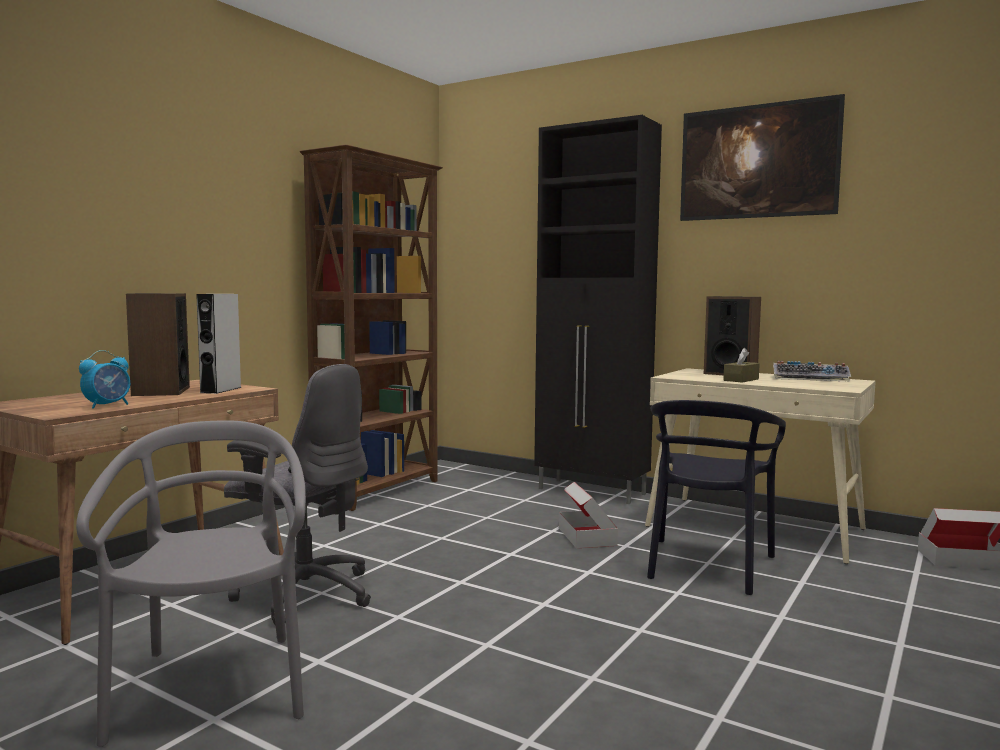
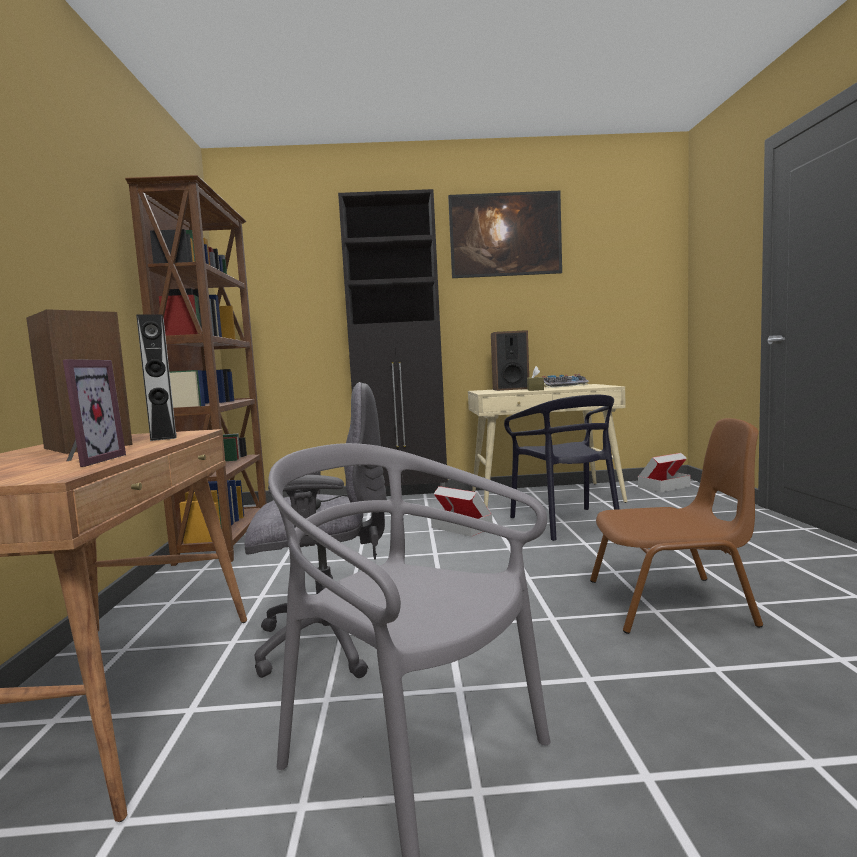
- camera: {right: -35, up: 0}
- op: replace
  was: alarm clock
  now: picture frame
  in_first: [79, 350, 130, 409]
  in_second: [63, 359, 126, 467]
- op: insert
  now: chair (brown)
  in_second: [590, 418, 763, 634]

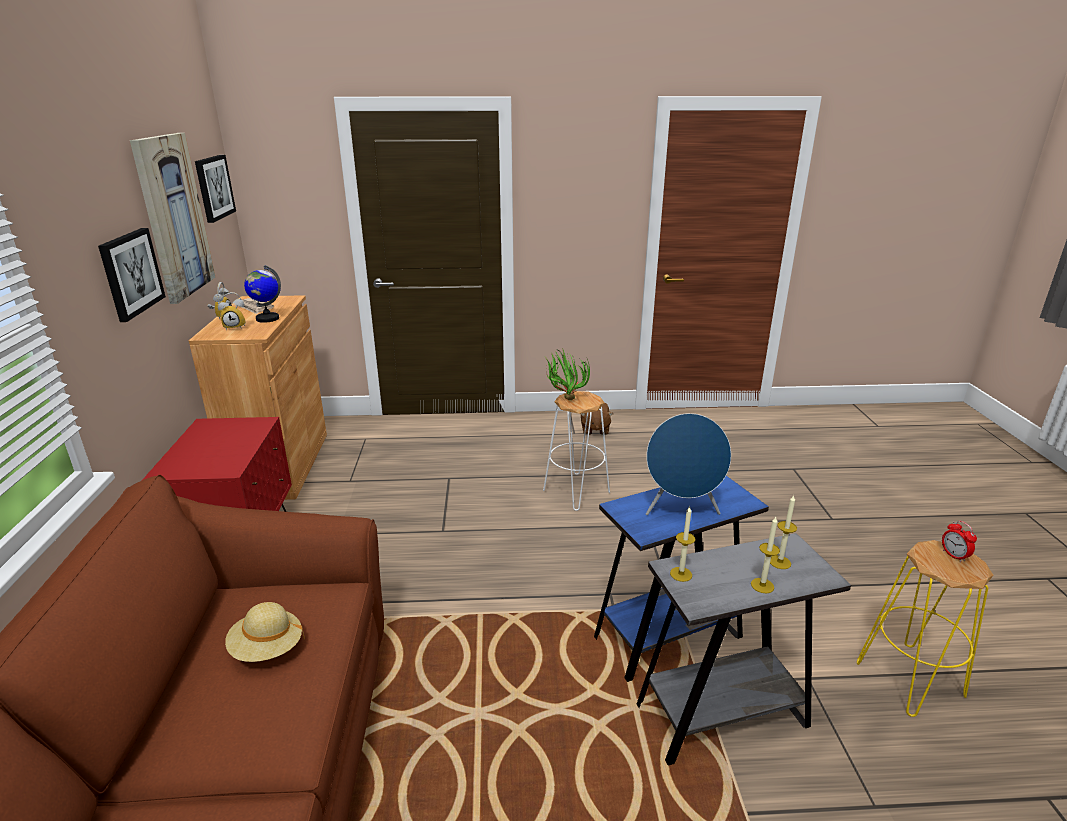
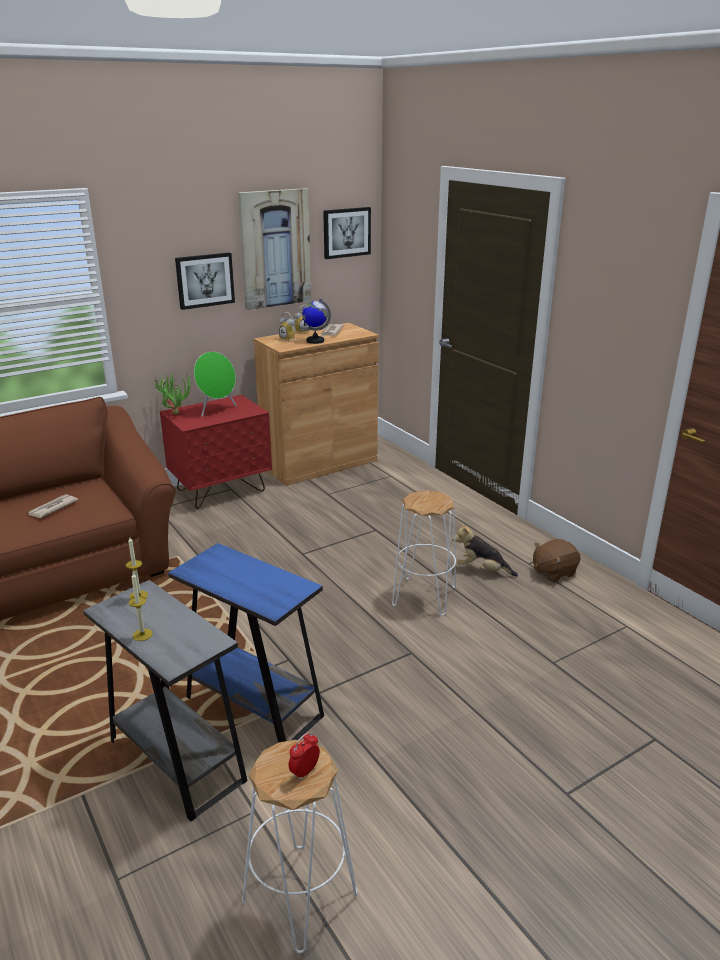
- camera: {right: 60, up: 0}
- op: move
  was: potted plant
  in_first: [545, 348, 590, 400]
  in_second: [153, 373, 192, 415]
- op: delete
  was: speaker (blue)
  in_first: [646, 413, 731, 515]
- op: delete
  was: candle
  in_first: [770, 495, 797, 569]
- op: recolor
  was: stool (yellow)
  now: stool (white)
  in_first: [857, 540, 993, 717]
  in_second: [242, 740, 357, 953]
- op: replace
  was: hat (beige)
  now: newspaper
  in_first: [225, 602, 305, 662]
  in_second: [28, 494, 78, 518]
- op: insert
  now: speaker (green)
  in_second: [194, 352, 237, 417]
- op: insert
  now: plush toy
  in_second: [452, 522, 518, 577]

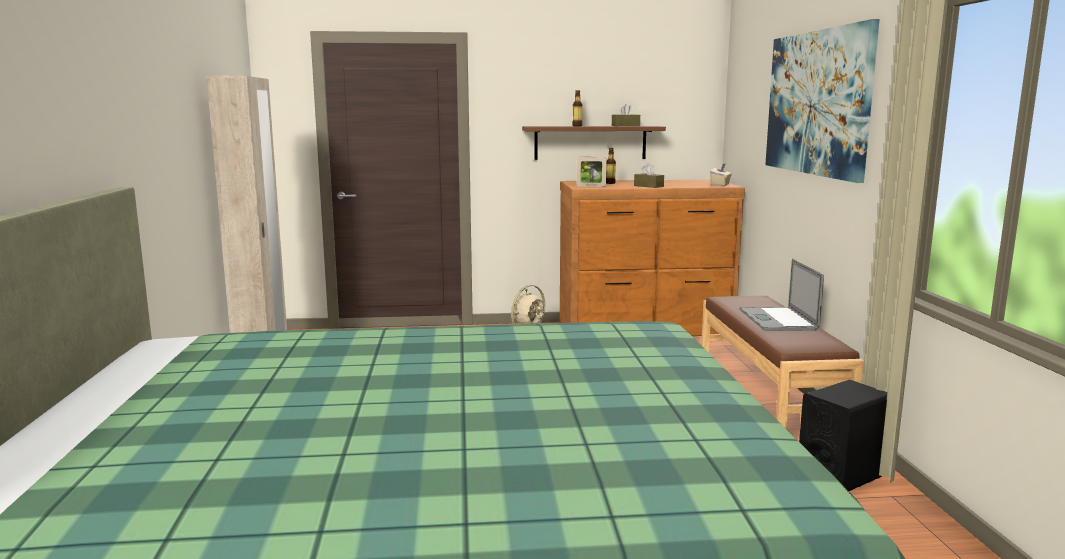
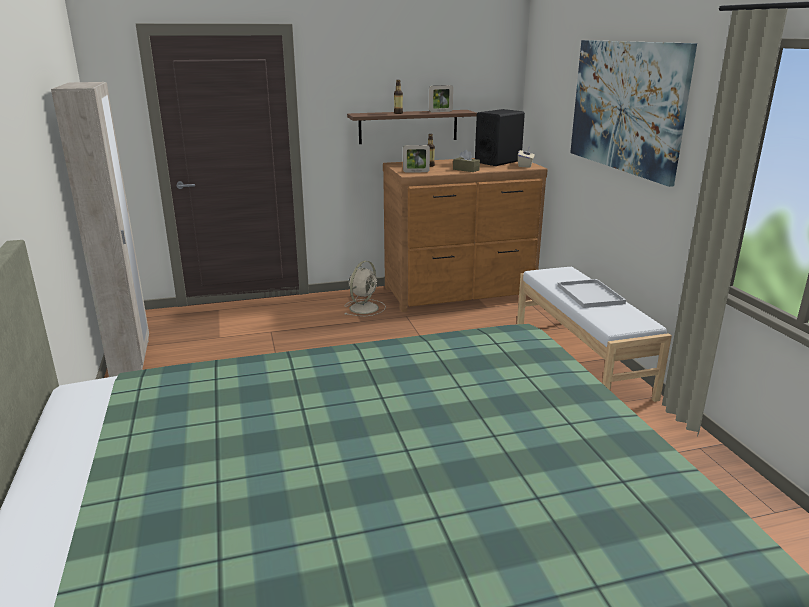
- camera: {right: -10, up: 10}
- op: replace
  was: tissue box (brown)
  now: picture frame
  in_first: [612, 104, 640, 126]
  in_second: [429, 85, 453, 112]
- op: replace
  was: laptop
  now: tray (white)
  in_first: [739, 258, 824, 331]
  in_second: [557, 279, 626, 308]
- op: recolor
  was: bench (brown)
  now: bench (white)
  in_first: [701, 296, 864, 429]
  in_second: [517, 267, 672, 402]
- op: move
  was: speaker (black)
  in_first: [799, 380, 887, 491]
  in_second: [475, 109, 525, 166]

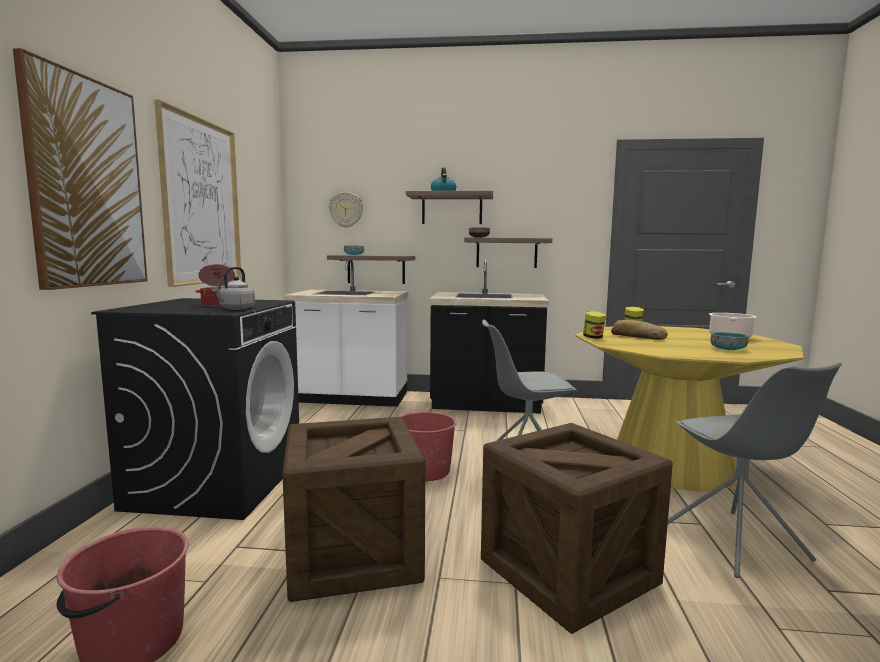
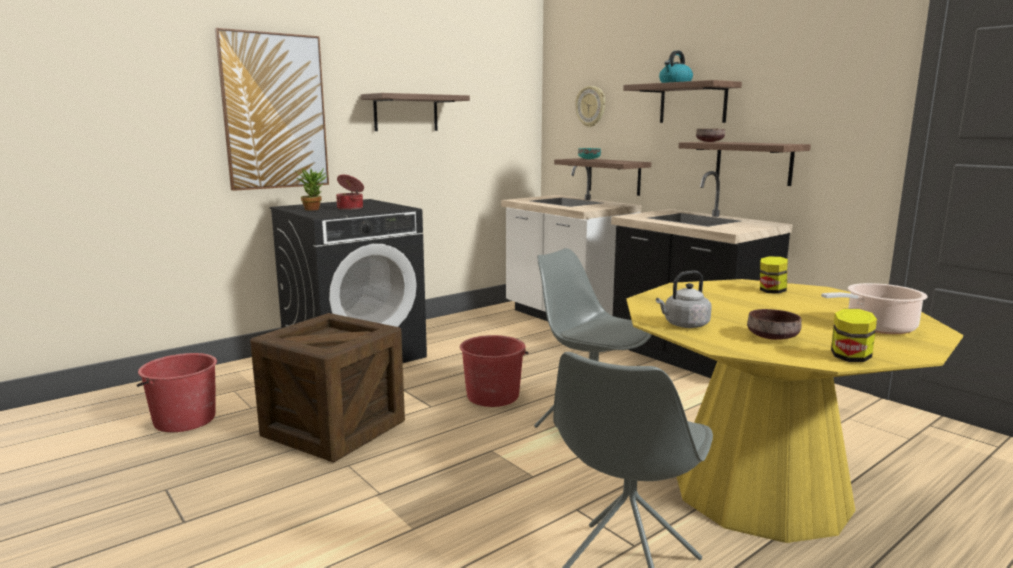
- camera: {right: 45, up: 5}
- op: replace
  was: picture
  now: shelf
  in_first: [155, 99, 242, 287]
  in_second: [361, 93, 470, 131]
- op: move
  was: kettle (grey)
  in_first: [212, 267, 255, 310]
  in_second: [656, 271, 712, 328]
- op: move
  was: jar
  in_first: [583, 311, 606, 339]
  in_second: [831, 309, 877, 362]
- op: delete
  was: bread
  in_first: [611, 320, 668, 340]
- op: recolor
  was: bowl (turquoise)
  now: bowl (brown)
  in_first: [710, 332, 748, 350]
  in_second: [747, 309, 802, 340]
- op: delete
  was: crate
  in_first: [481, 423, 673, 634]
- op: insert
  now: potted plant
  in_second: [294, 167, 327, 211]

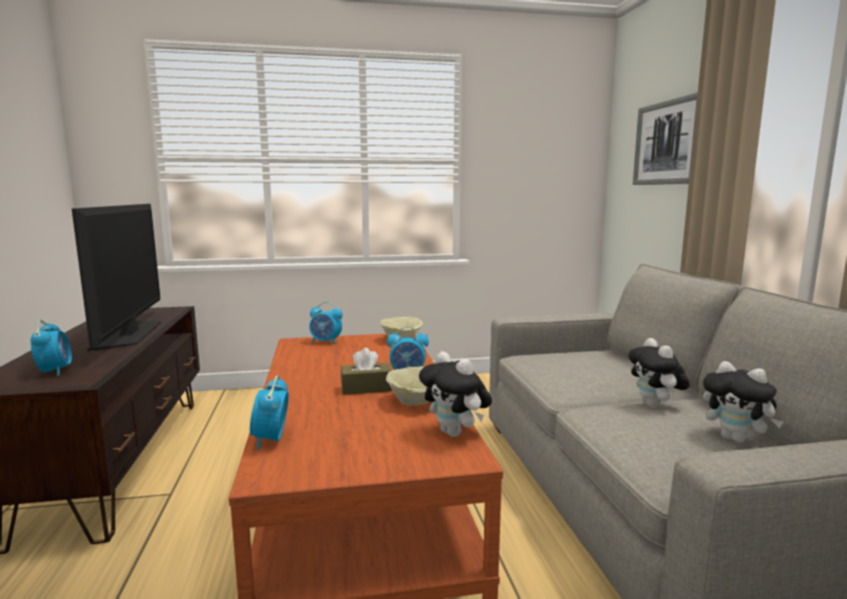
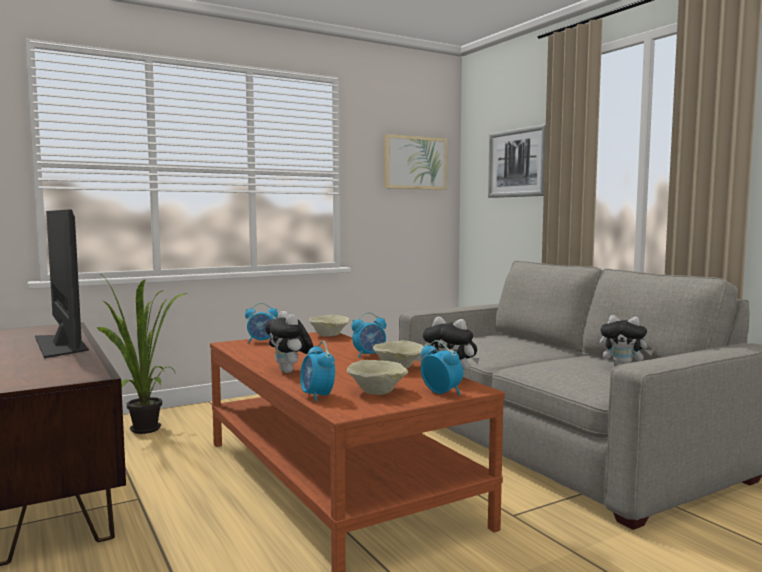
- camera: {right: -20, up: -5}
- op: move
  was: alarm clock
  in_first: [31, 320, 72, 376]
  in_second: [420, 340, 463, 396]
- op: move
  was: plush toy
  in_first: [628, 338, 689, 408]
  in_second: [265, 311, 314, 373]
- op: delete
  was: tissue box (brown)
  in_first: [341, 348, 392, 395]
- op: insert
  now: picture
  in_second: [384, 134, 447, 190]
- op: insert
  now: potted plant
  in_second: [97, 275, 188, 434]
- op: insert
  now: bowl (beige)
  in_second: [347, 360, 408, 395]

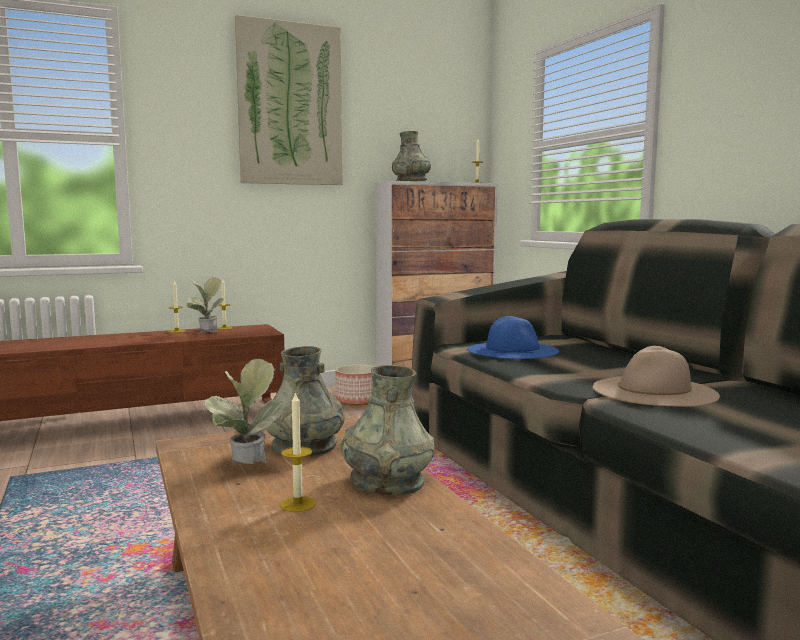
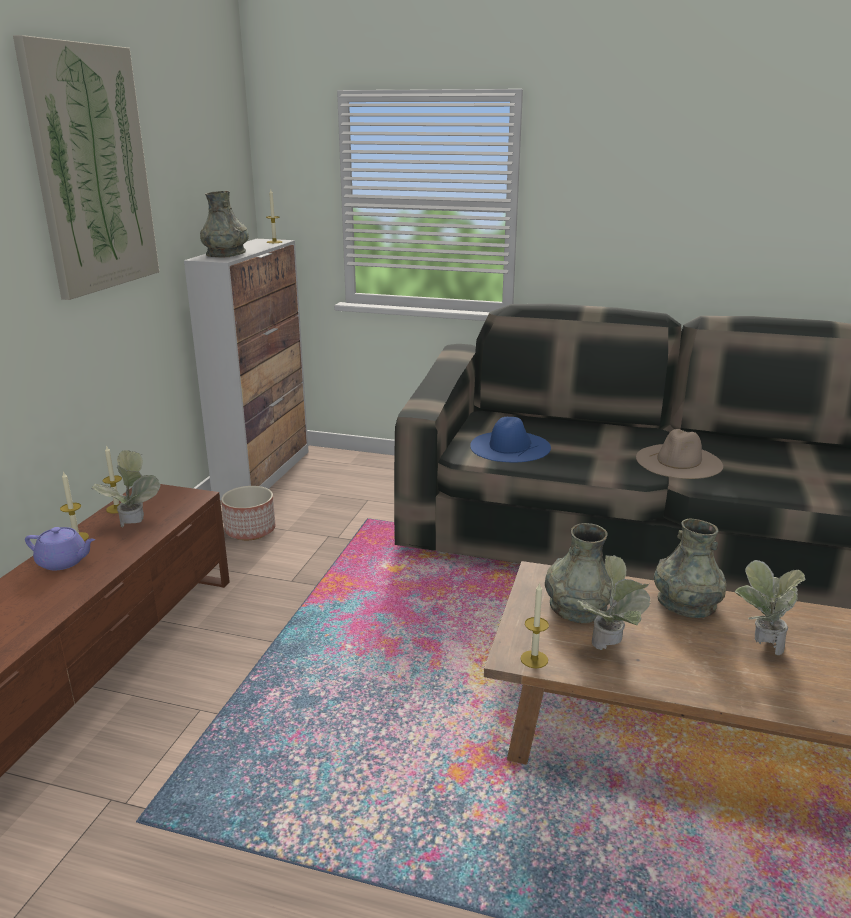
- camera: {right: -50, up: 15}
- op: move
  was: candle
  in_first: [280, 392, 316, 512]
  in_second: [520, 582, 549, 668]
- op: insert
  now: teapot (purple)
  in_second: [25, 527, 95, 570]
- op: insert
  now: potted plant
  in_second: [734, 560, 805, 655]

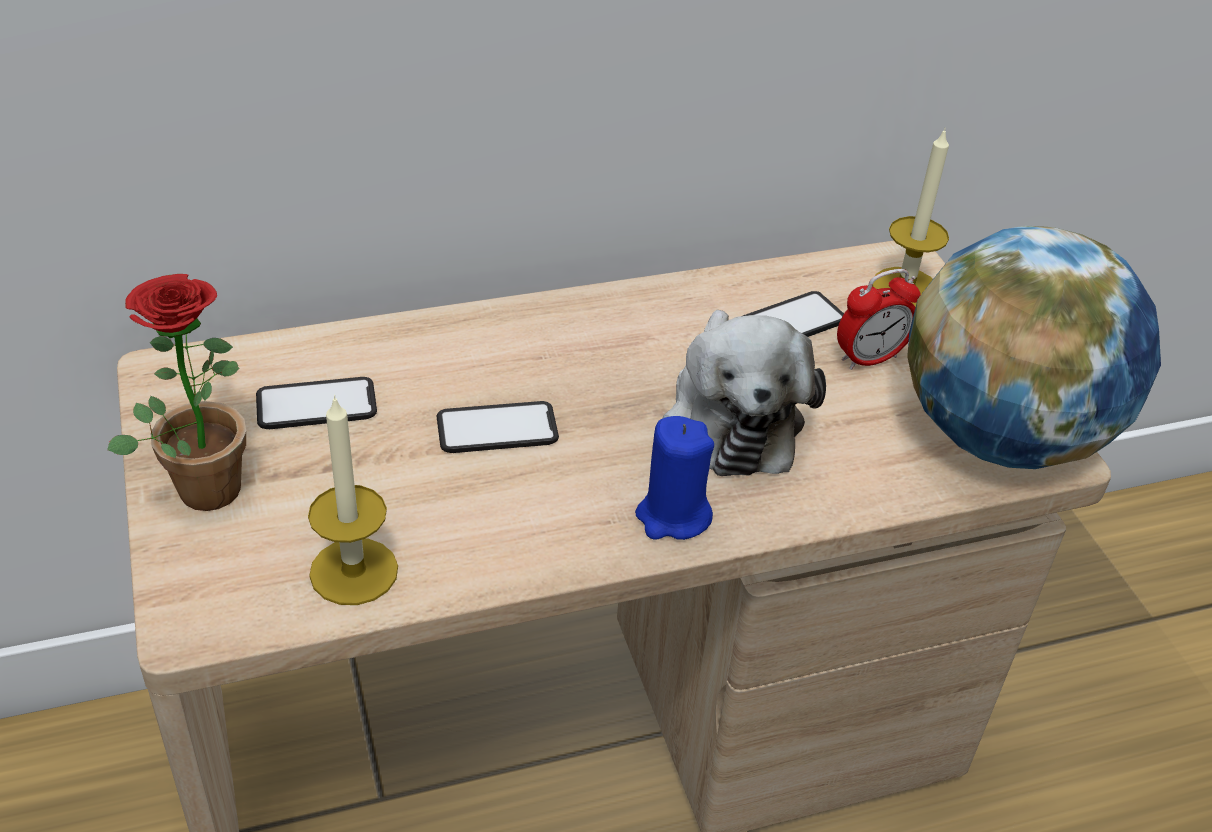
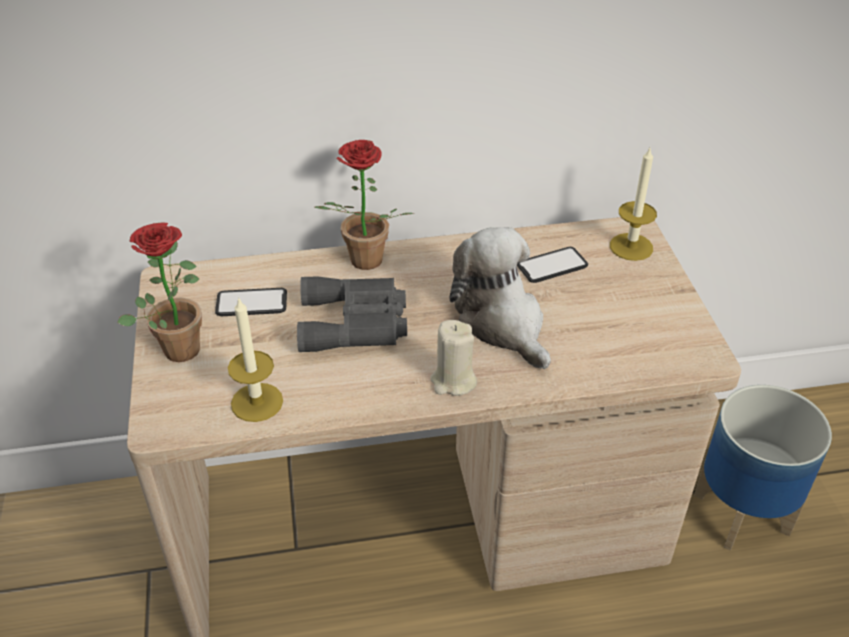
- camera: {right: 10, up: 0}
- op: delete
  was: globe
  in_first: [907, 226, 1161, 469]
- op: delete
  was: alarm clock
  in_first: [837, 269, 921, 370]
- op: rotate
  was: plush toy
  in_first: [662, 310, 826, 476]
  in_second: [450, 227, 551, 369]
  clockwise: 150
- op: replace
  was: phone
  now: binoculars (grey)
  in_first: [436, 401, 559, 453]
  in_second: [297, 276, 407, 352]
- op: recolor
  was: candle (blue)
  now: candle (beige)
  in_first: [635, 416, 714, 540]
  in_second: [430, 320, 477, 396]
- op: insert
  now: potted plant
  in_second: [314, 140, 413, 270]
- op: insert
  now: planter
  in_second: [694, 385, 832, 551]

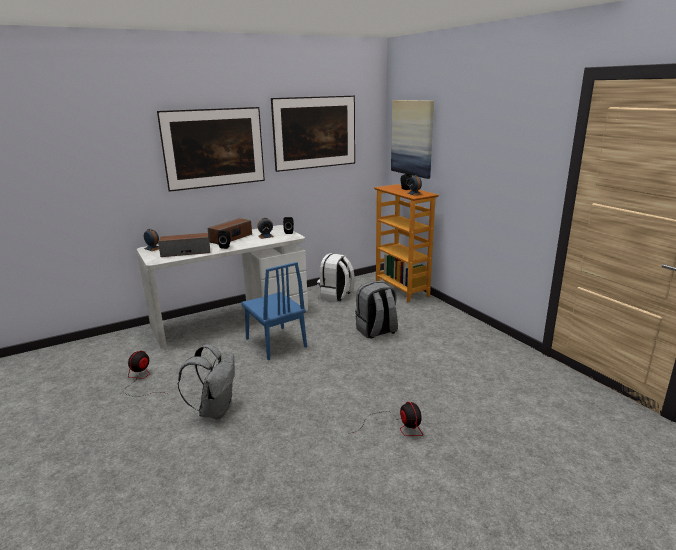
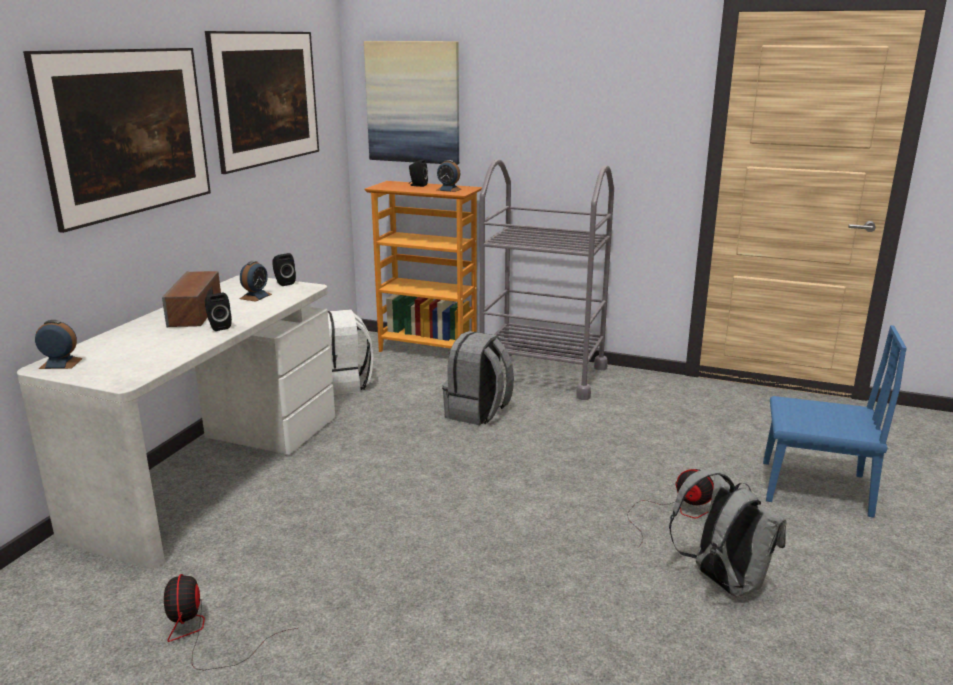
- camera: {right: -40, up: 0}
- op: delete
  was: speaker
  in_first: [158, 233, 210, 257]
- op: move
  was: chair (blue)
  in_first: [241, 262, 307, 360]
  in_second: [763, 325, 907, 518]
- op: move
  was: backpack (grey)
  in_first: [178, 344, 235, 420]
  in_second: [669, 470, 787, 597]
- op: insert
  now: cart (grey)
  in_second: [480, 159, 614, 400]

